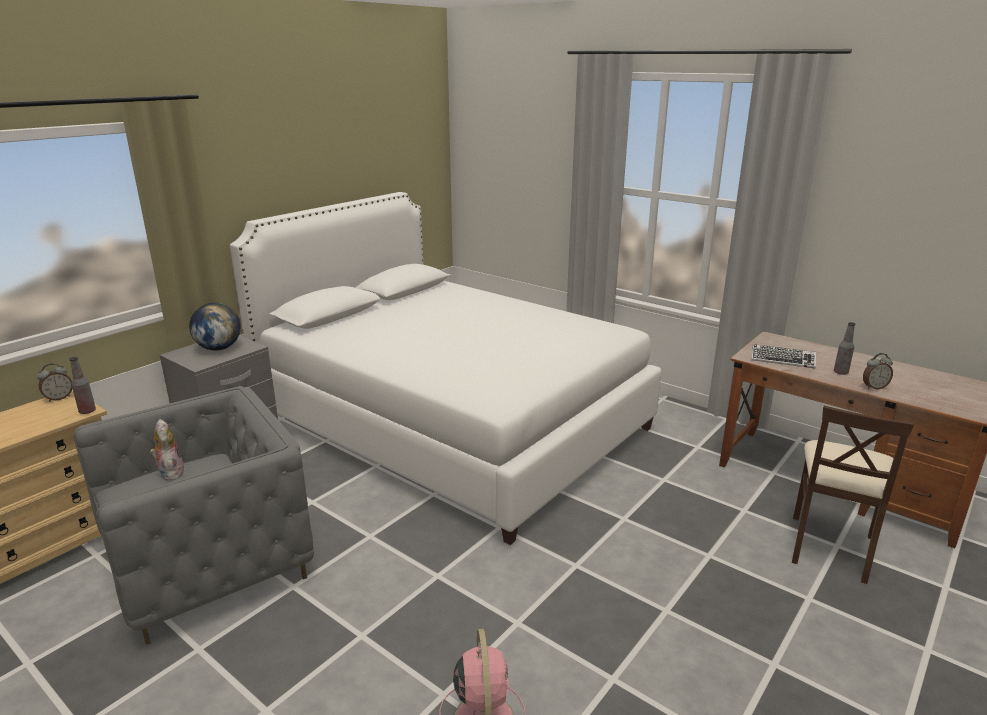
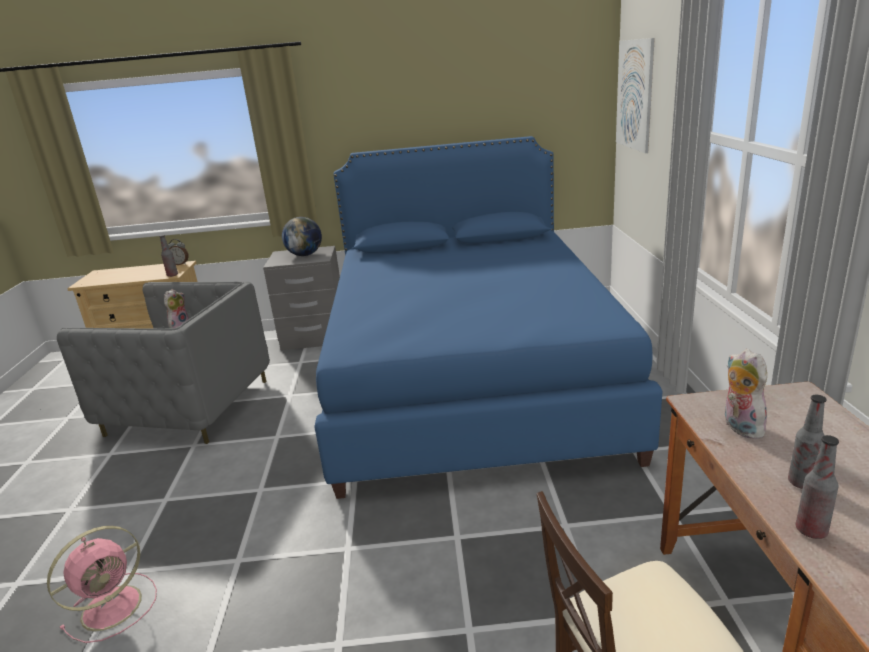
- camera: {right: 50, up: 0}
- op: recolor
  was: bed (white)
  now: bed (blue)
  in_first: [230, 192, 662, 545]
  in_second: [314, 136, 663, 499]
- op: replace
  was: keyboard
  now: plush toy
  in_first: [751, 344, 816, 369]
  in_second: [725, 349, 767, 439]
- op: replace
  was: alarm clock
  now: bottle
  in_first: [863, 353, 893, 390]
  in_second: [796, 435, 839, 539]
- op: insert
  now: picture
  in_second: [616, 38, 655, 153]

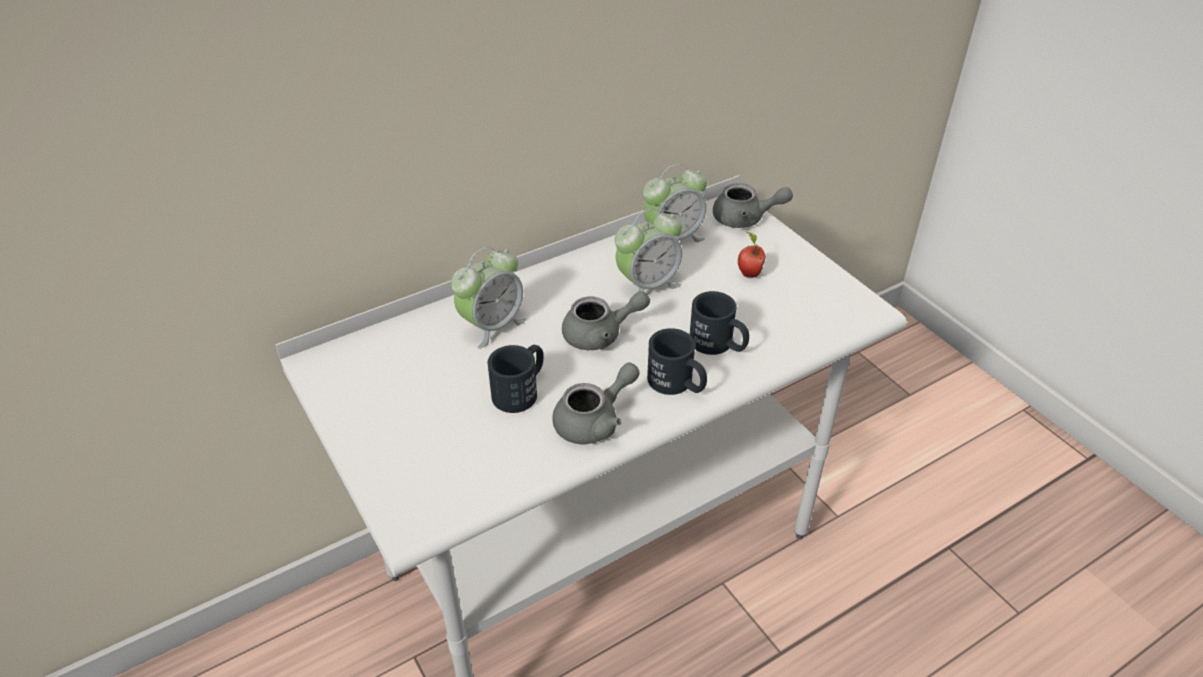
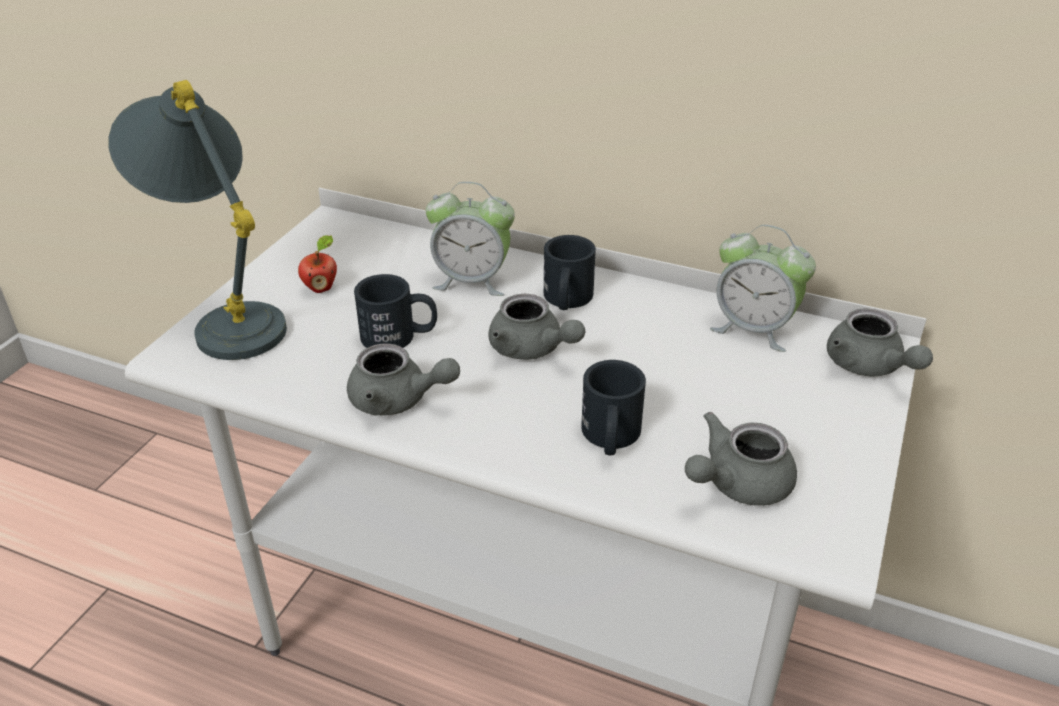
- camera: {right: 55, up: -5}
- op: delete
  was: alarm clock
  in_first: [615, 209, 682, 292]
- op: move
  was: apple
  in_first: [738, 231, 766, 277]
  in_second: [298, 235, 337, 293]
- op: move
  was: mug (black)
  in_first: [647, 328, 707, 395]
  in_second: [544, 235, 596, 310]
- op: insert
  now: table lamp (grey)
  in_second: [108, 80, 287, 360]
- op: insert
  now: teapot (grey)
  in_second: [685, 412, 797, 506]

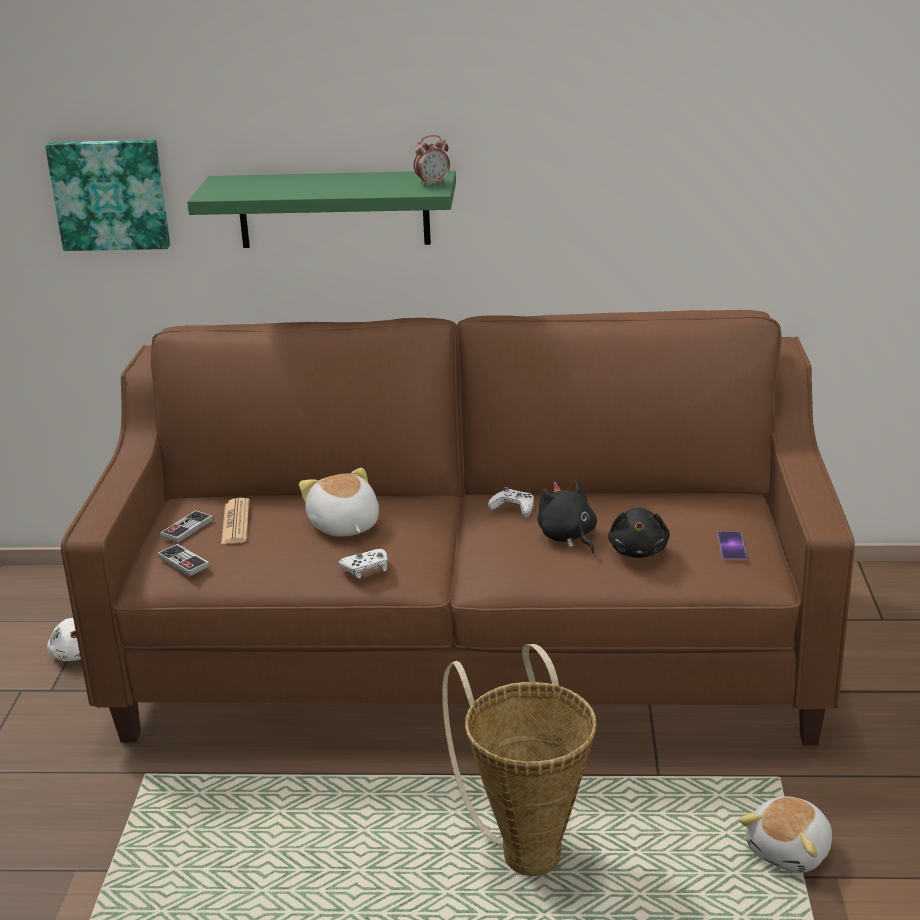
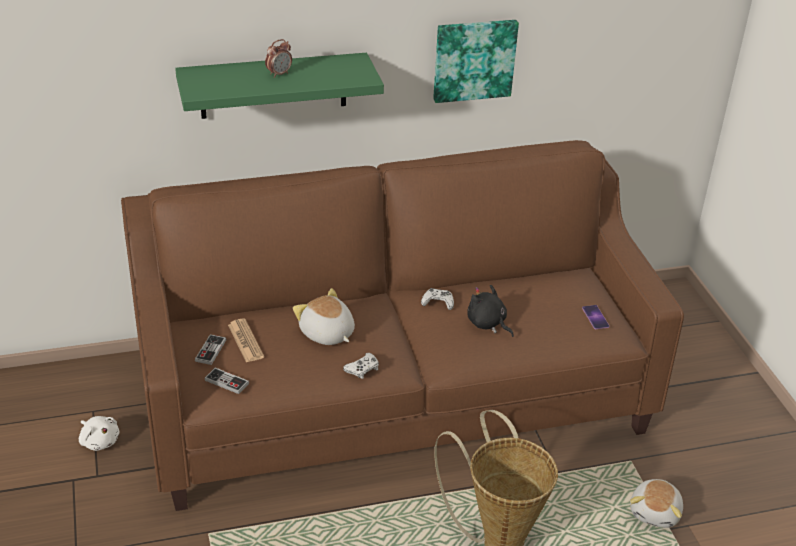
- camera: {right: -20, up: 10}
- op: move
  was: alarm clock
  in_first: [413, 135, 450, 186]
  in_second: [265, 39, 292, 78]
- op: move
  was: picture
  in_first: [45, 140, 170, 251]
  in_second: [433, 20, 519, 103]
- op: delete
  was: plush toy (black)
  in_first: [608, 508, 670, 558]

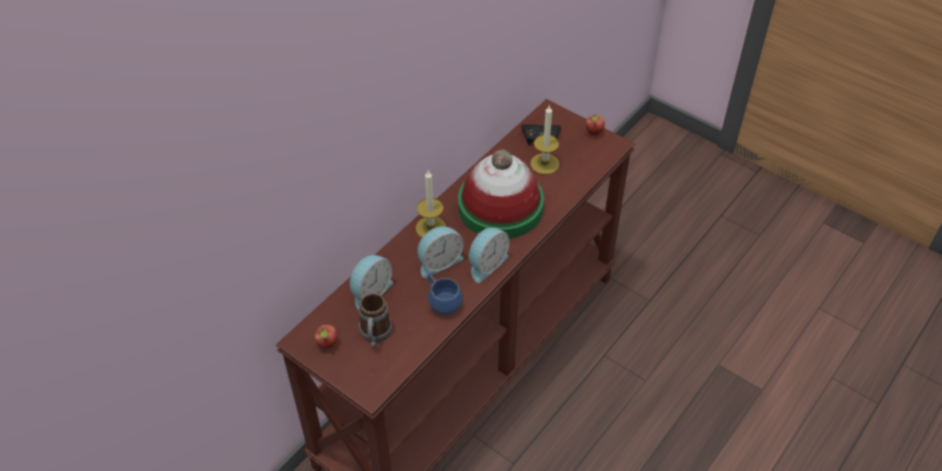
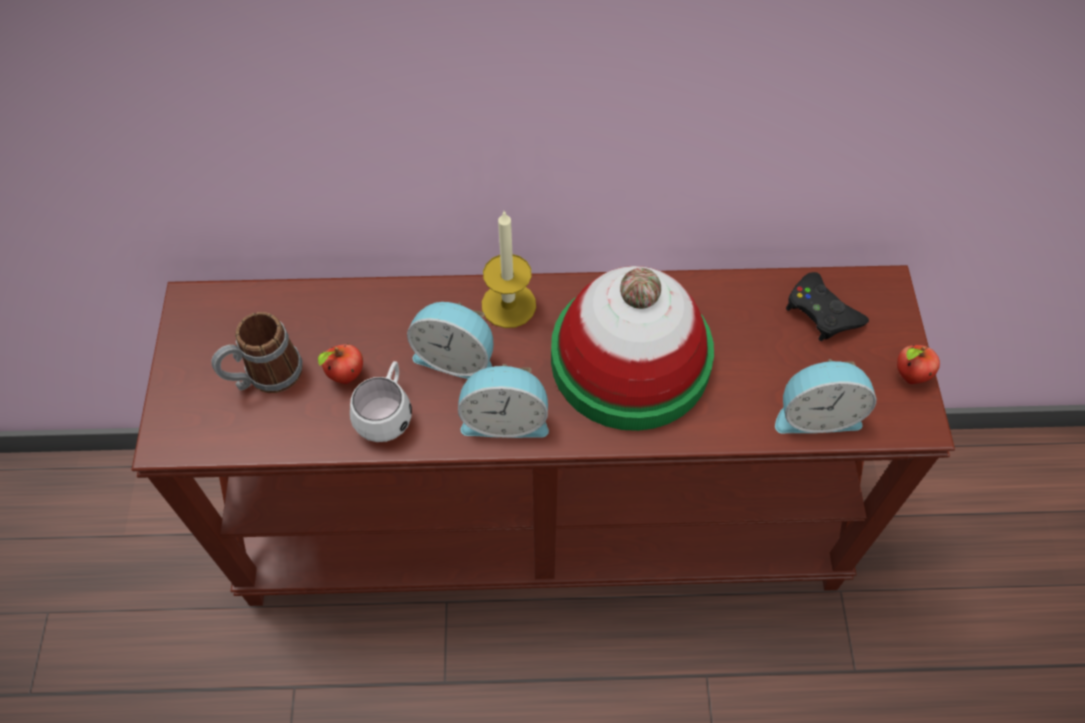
- camera: {right: 50, up: 10}
- op: delete
  was: candle
  in_first: [530, 104, 560, 174]
- op: move
  was: alarm clock
  in_first: [350, 255, 393, 310]
  in_second: [775, 359, 877, 434]
- op: recolor
  was: mug (blue)
  now: mug (white)
  in_first: [428, 275, 463, 314]
  in_second: [350, 361, 412, 442]
- op: move
  was: apple
  in_first: [314, 325, 337, 348]
  in_second: [318, 344, 363, 384]

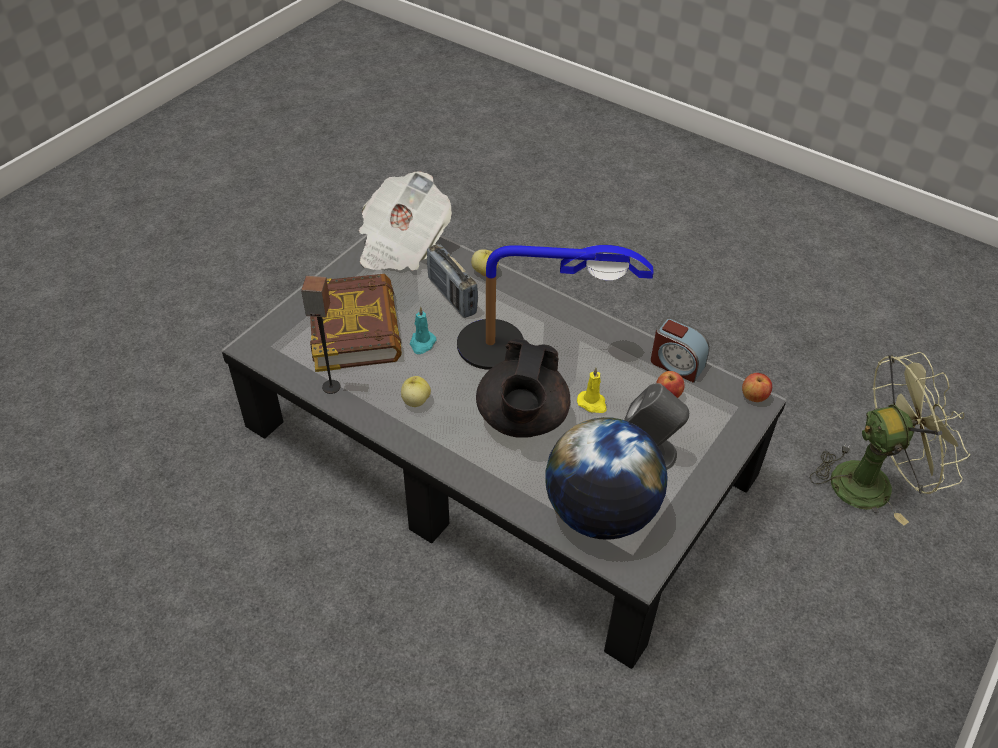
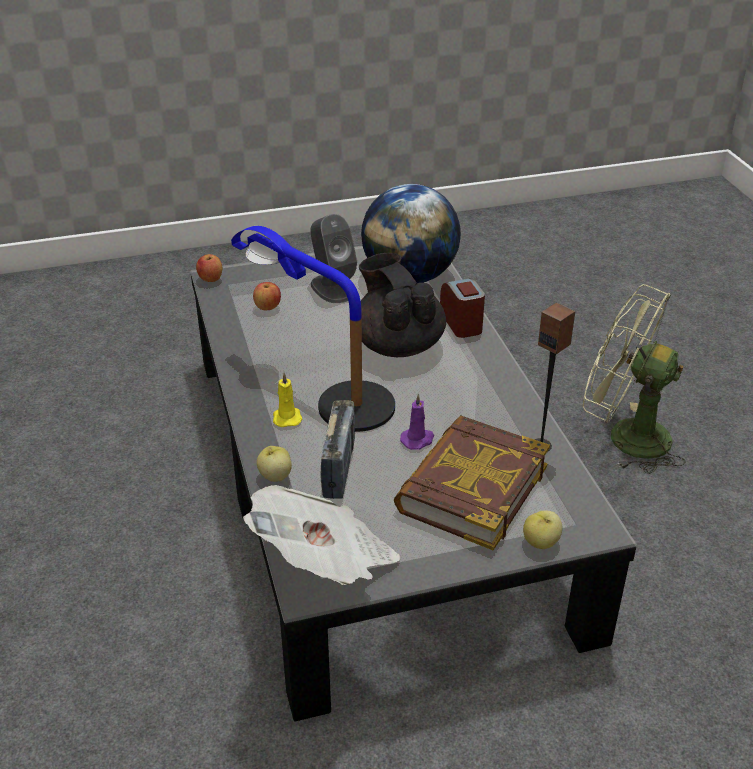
- camera: {right: -140, up: -10}
- op: recolor
  was: candle (turquoise)
  now: candle (purple)
  in_first: [410, 307, 437, 354]
  in_second: [400, 393, 434, 450]
- op: move
  was: alarm clock
  in_first: [651, 317, 710, 383]
  in_second: [440, 278, 485, 338]
- op: rotate
  was: teapot (black)
  in_first: [476, 338, 570, 438]
  in_second: [359, 253, 446, 357]
  clockwise: -75
- op: move
  was: fan (green)
  in_first: [810, 352, 970, 526]
  in_second: [583, 284, 686, 474]
- op: move
  was: candle (yellow)
  in_first: [577, 367, 607, 413]
  in_second: [273, 372, 302, 427]
- op: move
  was: apple
  in_first: [401, 376, 431, 407]
  in_second: [523, 510, 562, 549]

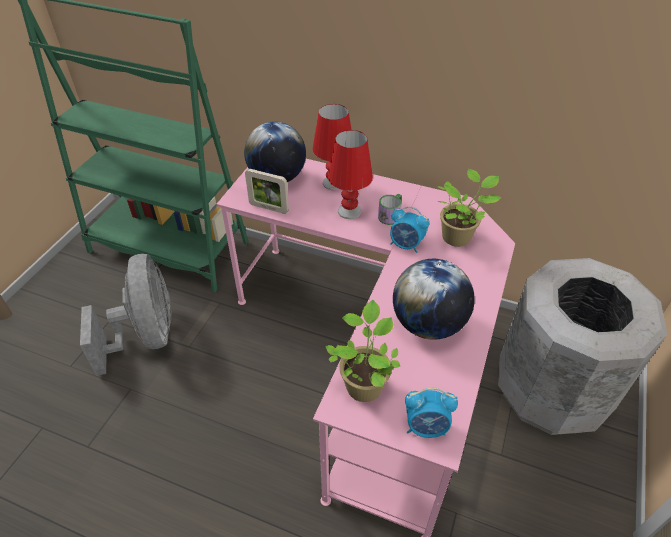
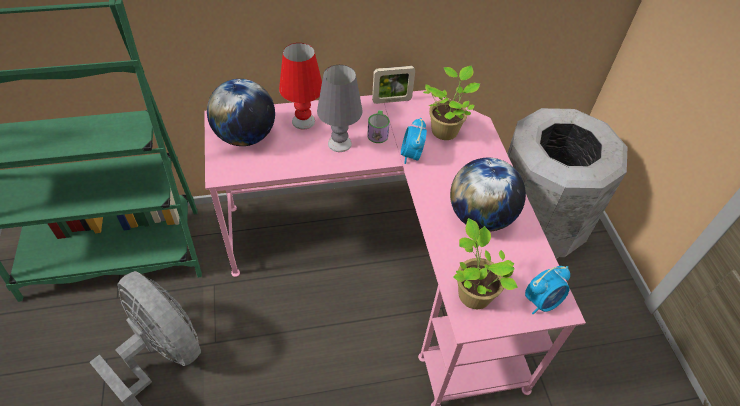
- camera: {right: -35, up: 5}
- op: recolor
  was: table lamp (red)
  now: table lamp (grey)
  in_first: [328, 130, 373, 219]
  in_second: [317, 65, 362, 152]
- op: move
  was: picture frame
  in_first: [245, 169, 289, 214]
  in_second: [372, 66, 415, 104]
- op: rotate
  was: alarm clock
  in_first: [390, 207, 429, 253]
  in_second: [401, 118, 427, 164]
  clockwise: 105

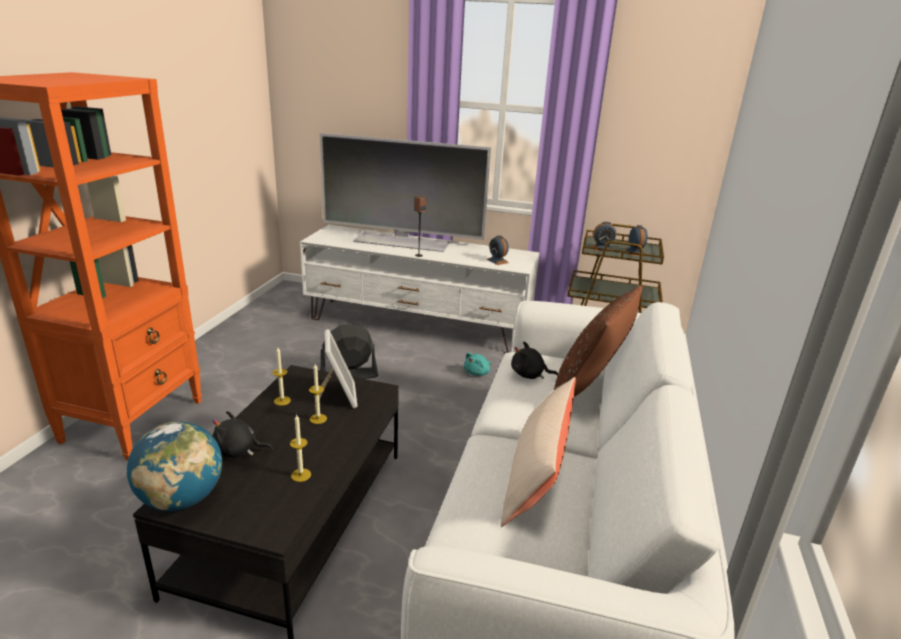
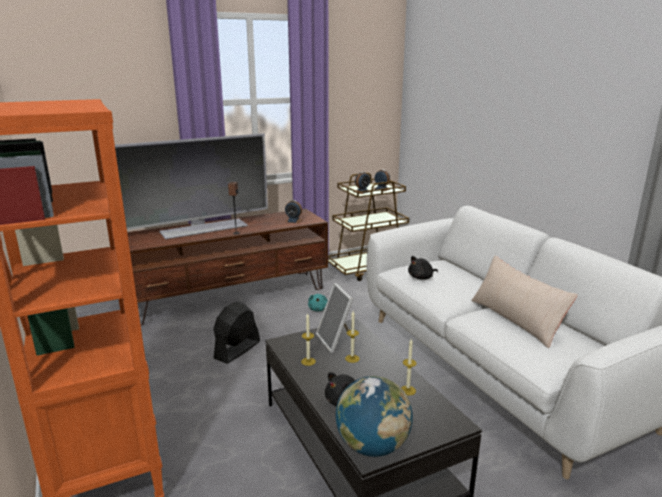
- camera: {right: -40, up: -5}
- op: recolor
  was: tv stand (white)
  now: tv stand (brown)
  in_first: [300, 225, 540, 352]
  in_second: [127, 209, 328, 326]
- op: delete
  was: pillow (brown)
  in_first: [554, 285, 643, 397]
- op: rotate
  was: picture frame
  in_first: [319, 329, 357, 408]
  in_second: [316, 283, 356, 353]
  clockwise: -150

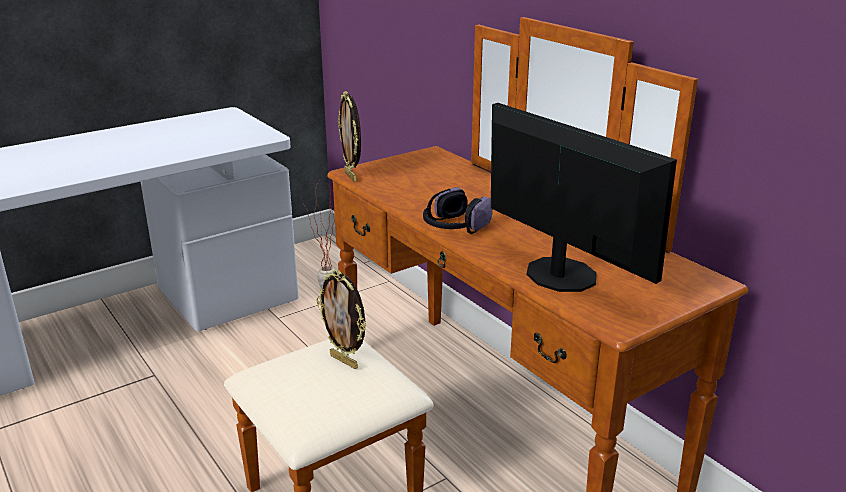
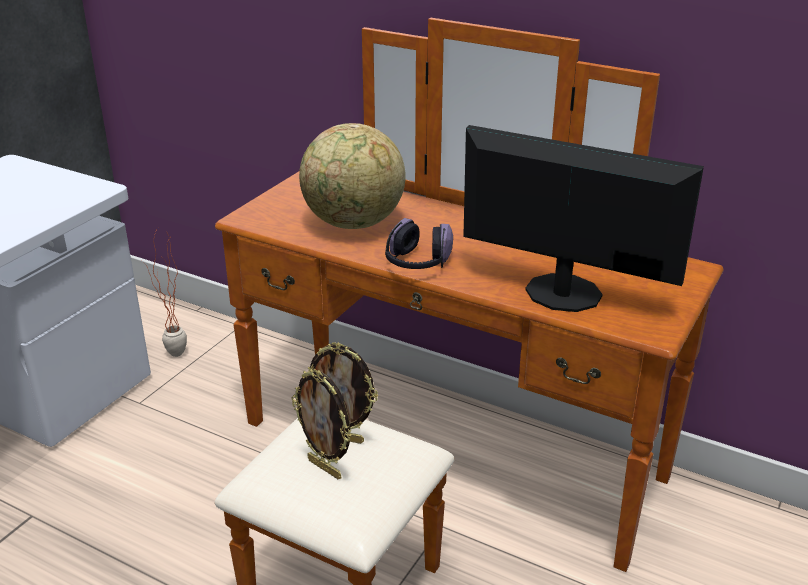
- camera: {right: -25, up: 5}
- op: move
  was: picture frame
  in_first: [338, 91, 361, 182]
  in_second: [292, 369, 351, 479]
- op: insert
  now: globe
  in_second: [299, 123, 406, 229]

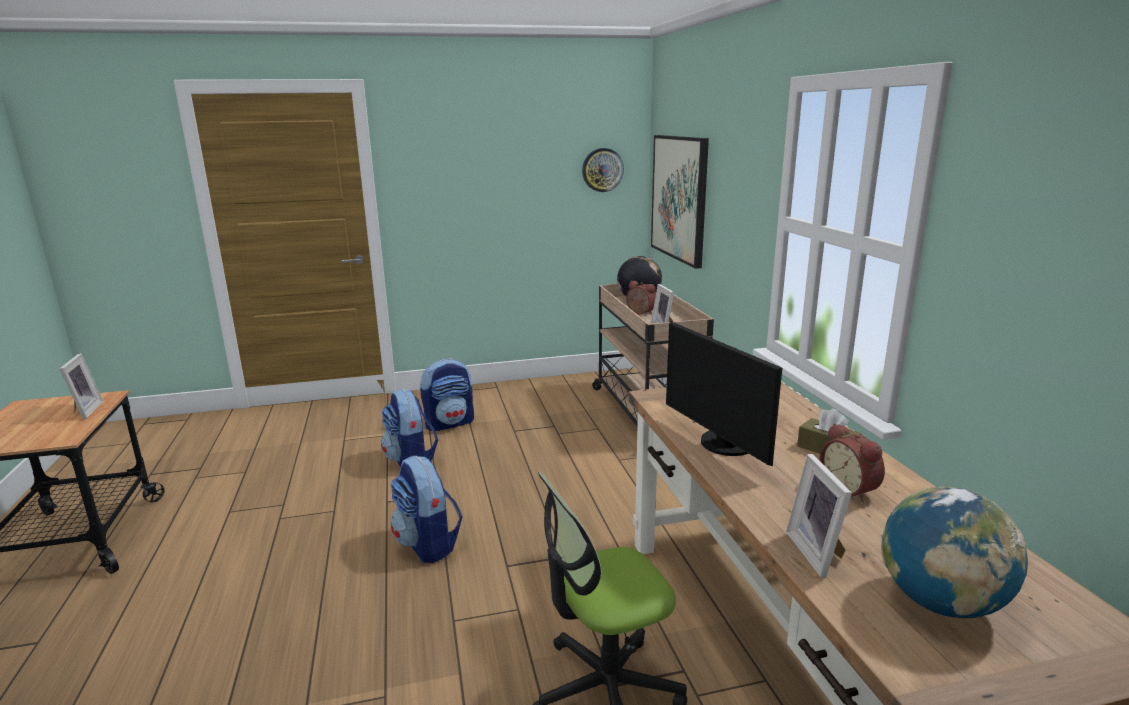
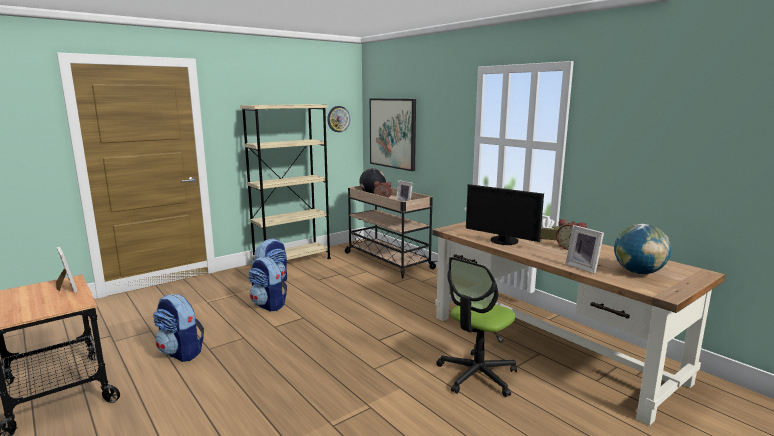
- camera: {right: -25, up: -5}
- op: move
  was: backpack
  in_first: [391, 456, 463, 563]
  in_second: [153, 294, 204, 362]
- op: insert
  now: bookcase (beige)
  in_second: [240, 104, 331, 260]

